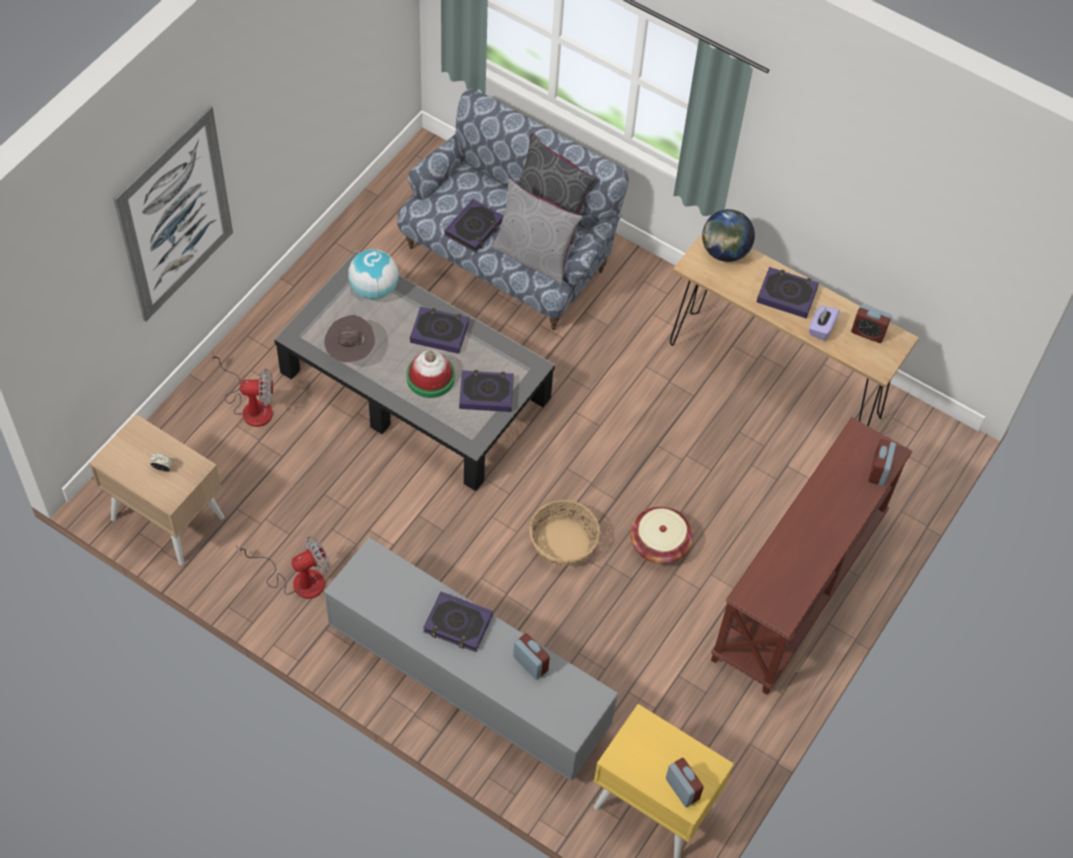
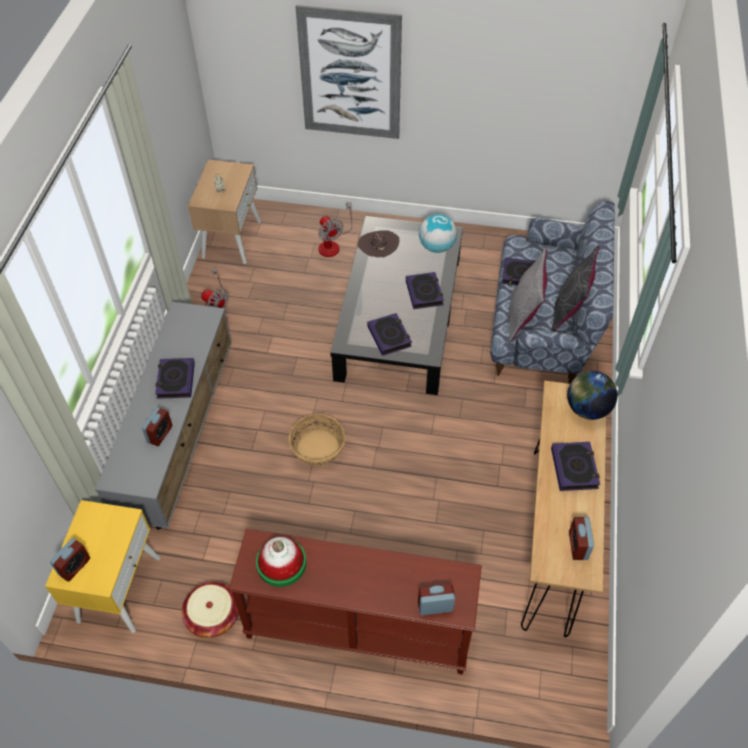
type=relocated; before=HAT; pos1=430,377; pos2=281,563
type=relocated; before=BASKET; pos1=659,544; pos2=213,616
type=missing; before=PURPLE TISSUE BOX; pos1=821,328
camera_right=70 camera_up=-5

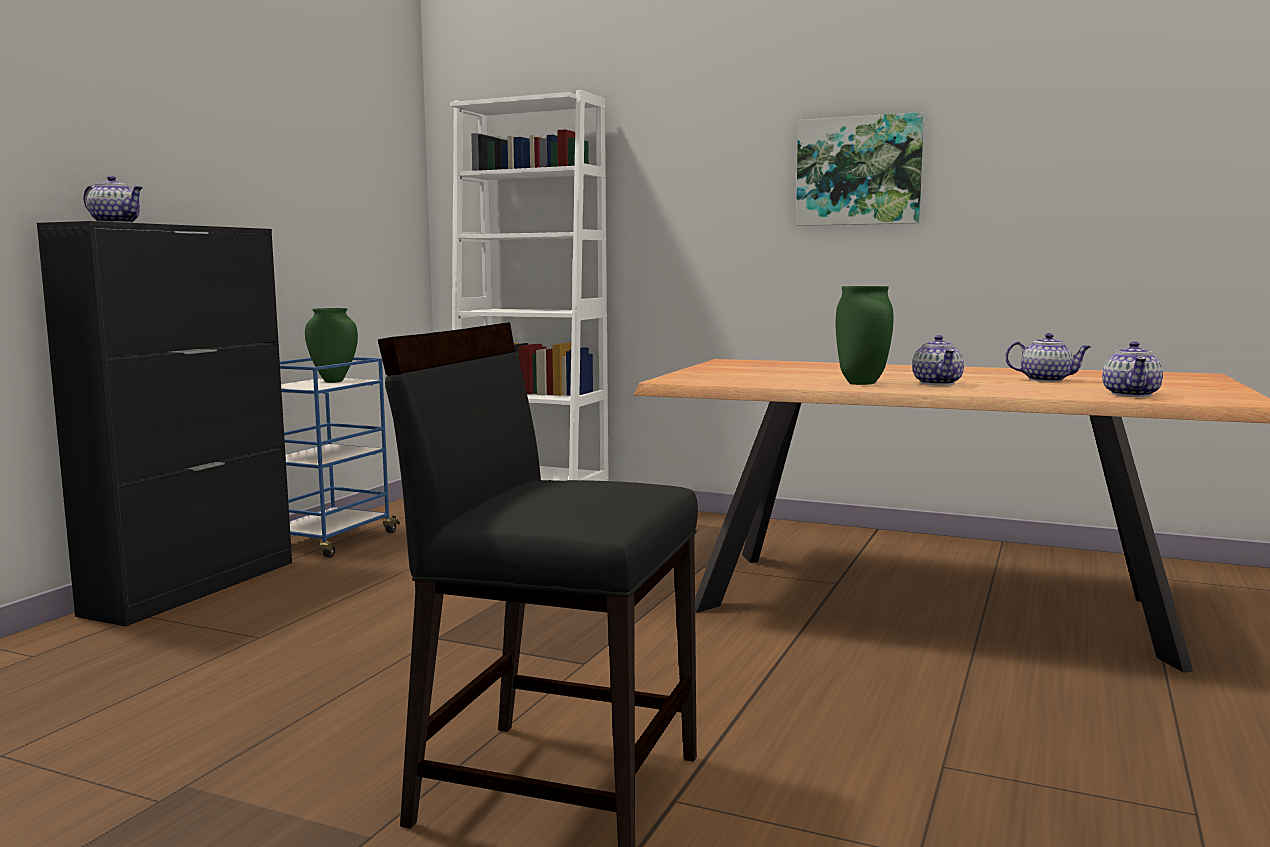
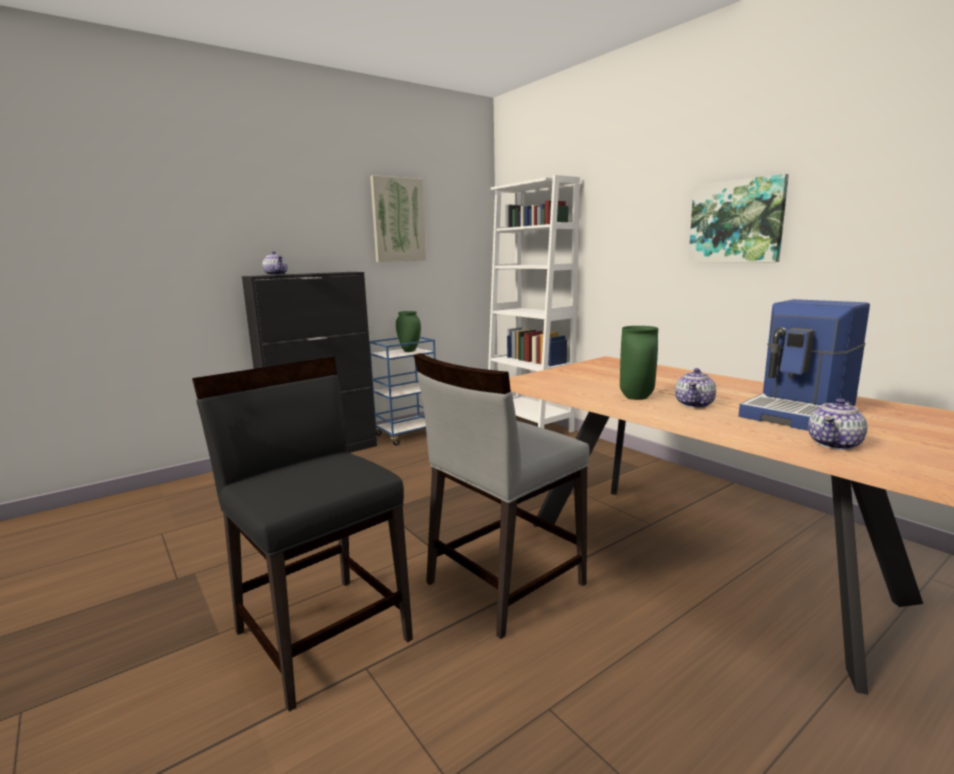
type=exchanged; before=TEAPOT; after=COFFEE MACHINE; pos1=1047,380; pos2=800,411
type=appeared; after=PICTURE; pos2=398,220
type=appeared; after=GREY CHAIR; pos2=503,583
camera_right=30 camera_up=5

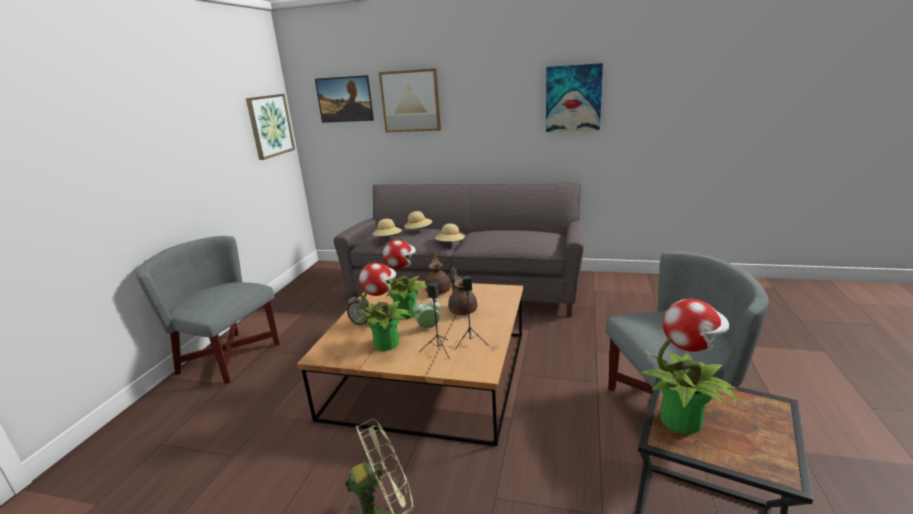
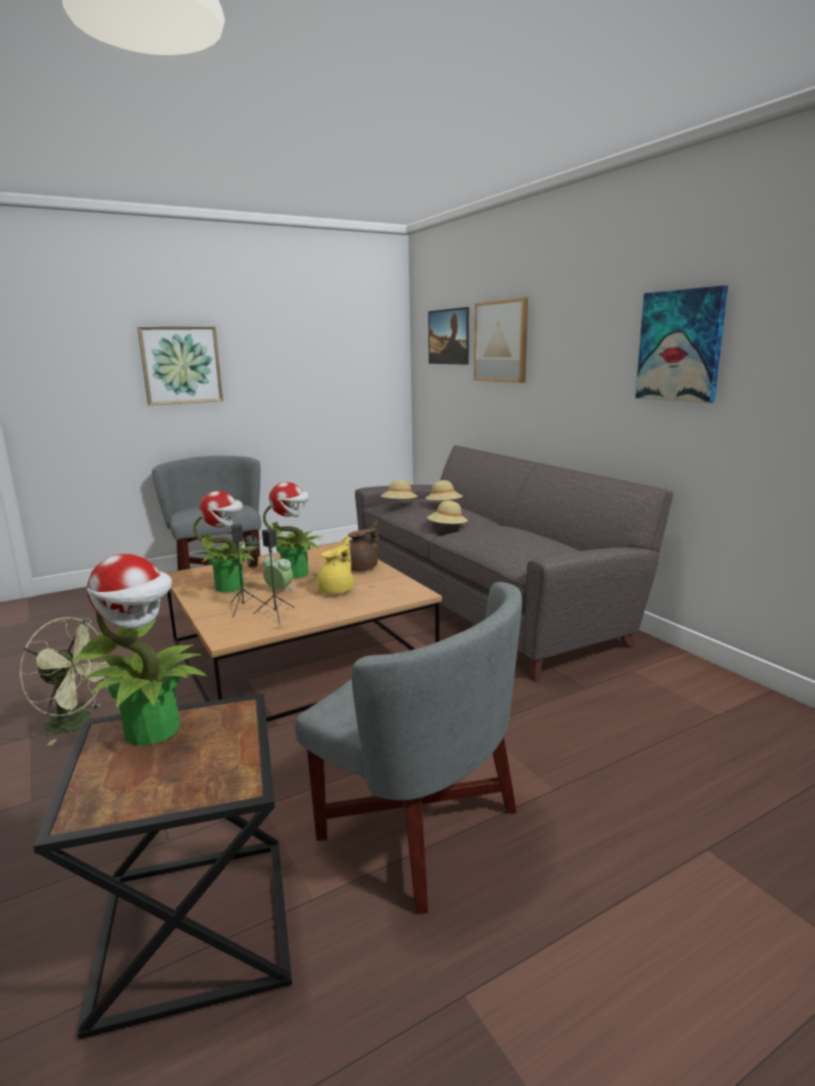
type=relocated; before=PICTURE; pos1=270,126; pos2=181,365
type=colour; before=BROWN TEAPOT; after=YELLOW TEAPOT; pos1=462,310; pos2=337,590
camera_right=45 camera_up=-5

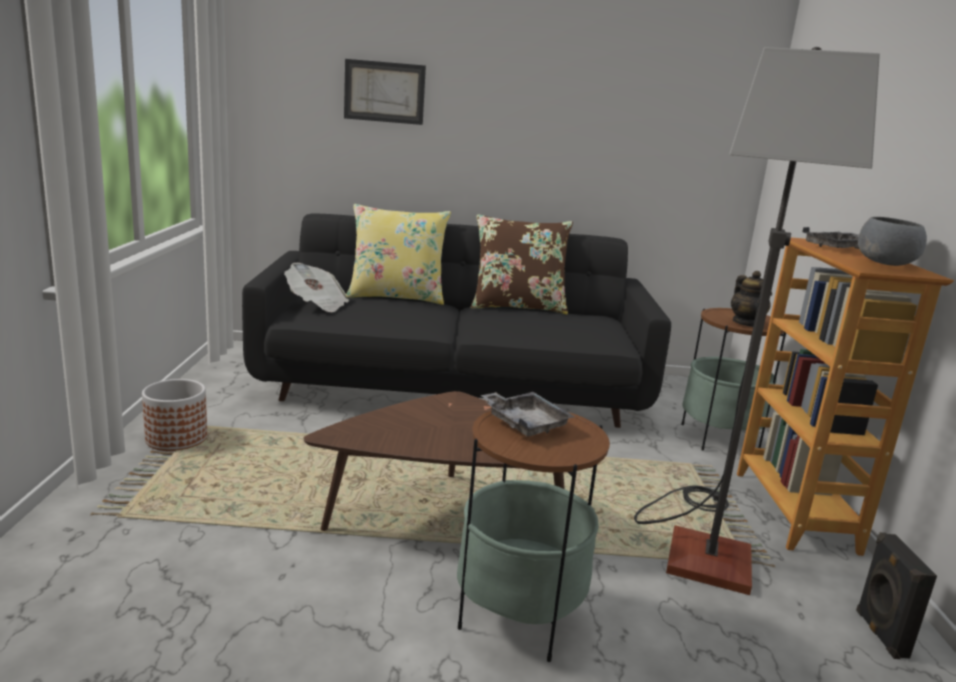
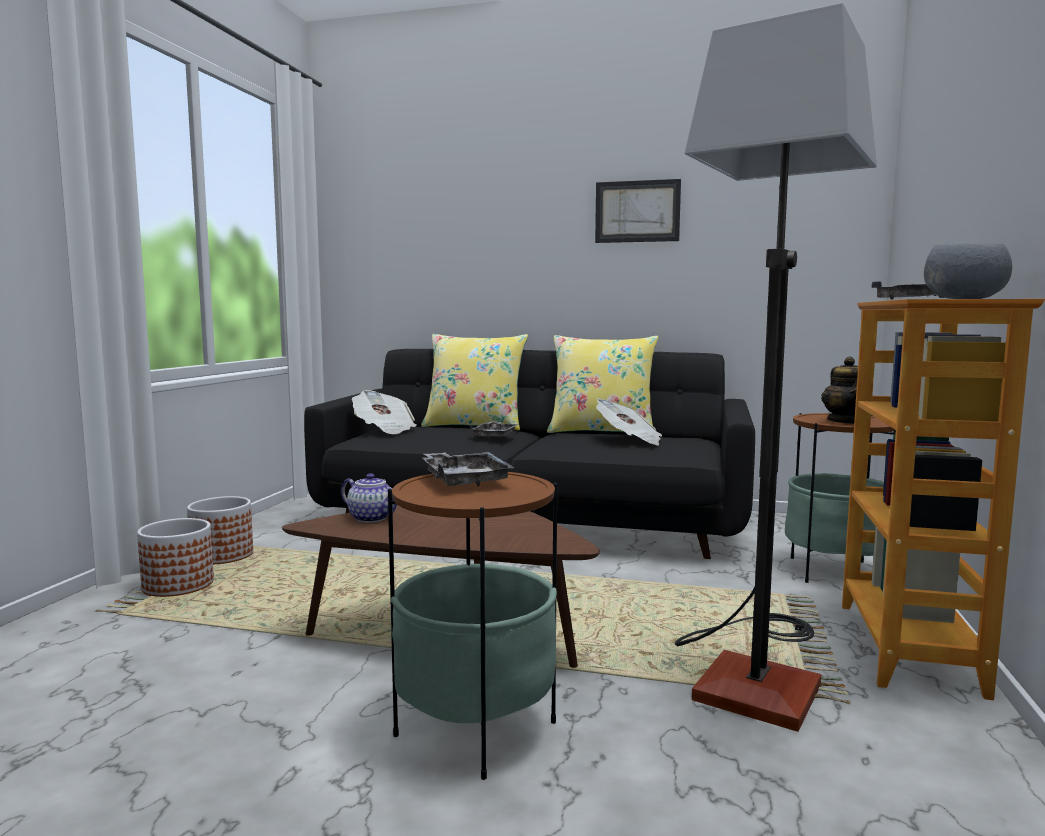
type=relocated; before=PICTURE; pos1=384,92; pos2=637,211
type=colour; before=BROWN PILLOW; after=YELLOW PILLOW; pos1=517,307; pos2=601,431
type=missing; before=BLACK SPEAKER; pos1=879,634
type=appeared; after=PLANTER; pos2=178,585
type=appeared; after=TEAPOT; pos2=372,518
type=appeared; after=GREY TRAY; pos2=495,436
type=appeared; after=NEWSPAPER; pos2=629,440
camera_right=15 camera_up=-10

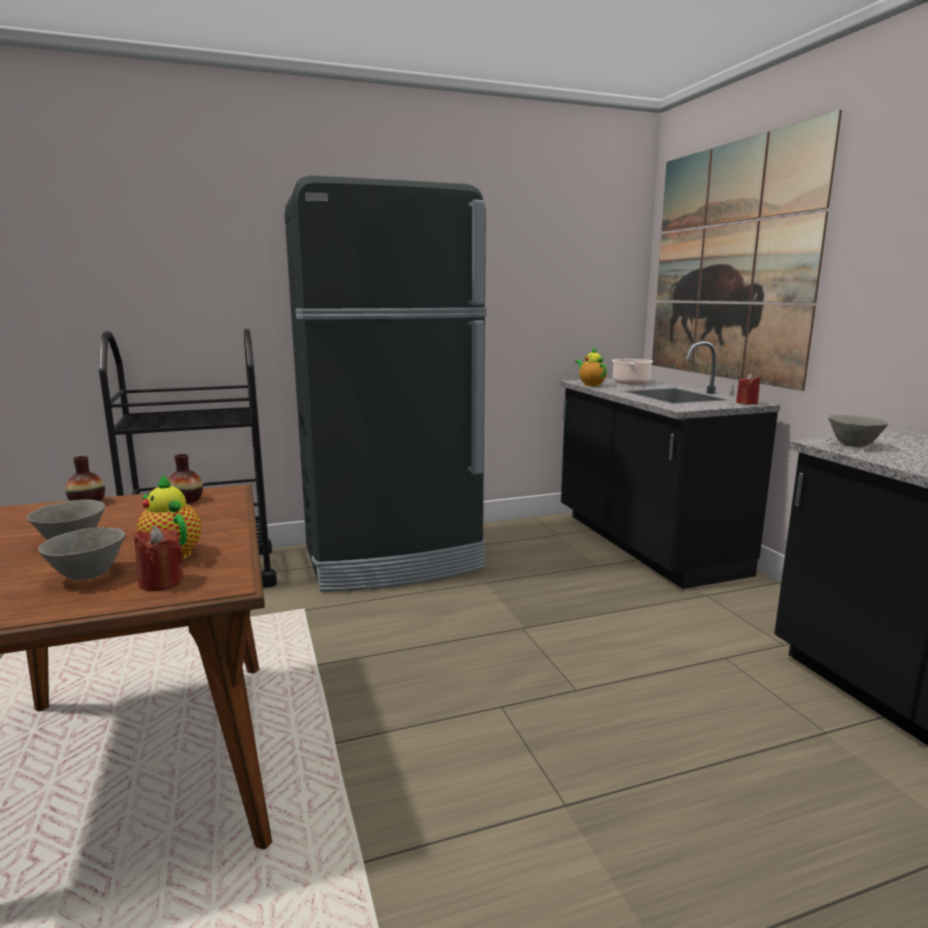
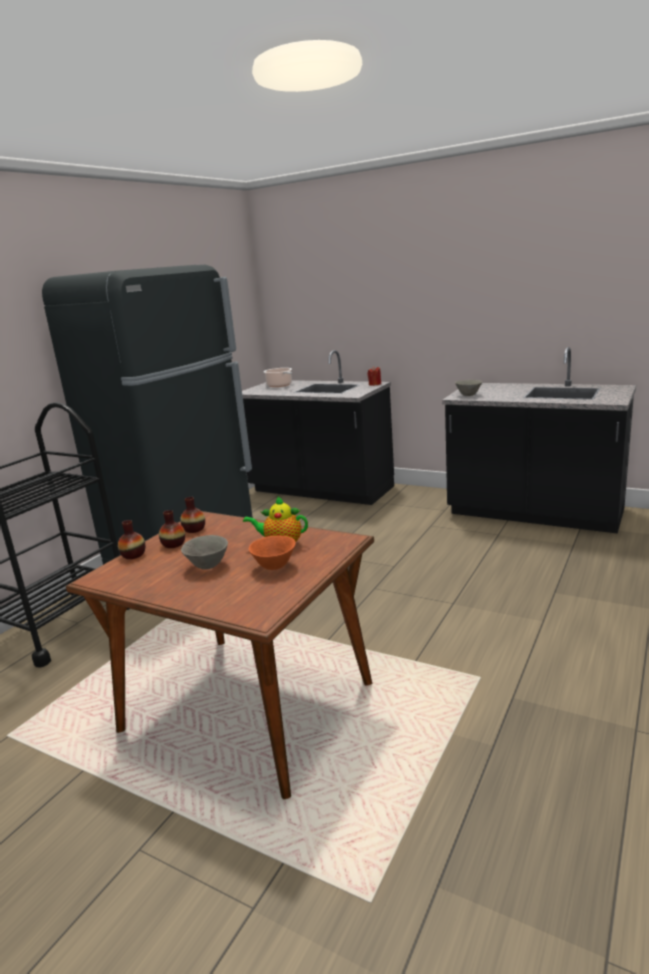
type=colour; before=GREY BOWL; after=ORANGE BOWL; pos1=87,576; pos2=274,567
type=missing; before=RED CANDLE; pos1=161,582
type=missing; before=TEAPOT; pos1=590,385
type=missing; before=PICTURE; pos1=729,263
type=appeared; after=VASE; pos2=173,544
camera_right=-40 camera_up=5

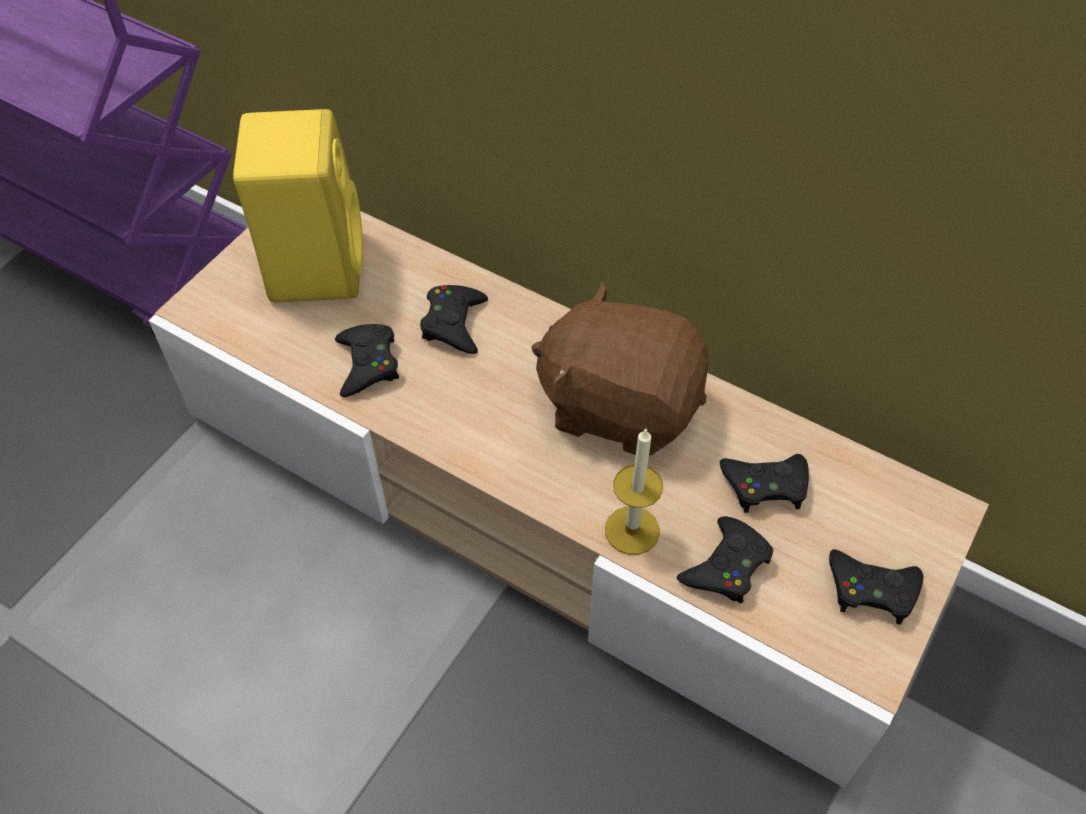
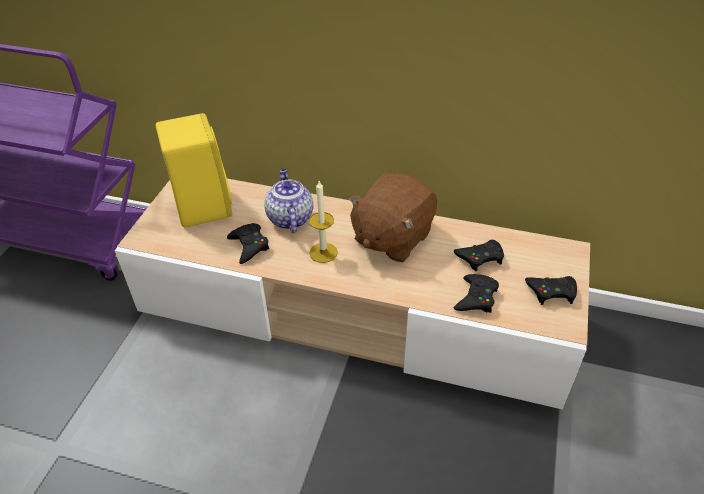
type=exchanged; before=BLACK GAME CONTROLLER; after=TEAPOT; pos1=454,323; pos2=289,218
type=spun; before=BROWN PLUSH TOY; pos1=619,405; pos2=391,237; turn=-60
type=relocated; before=CANDLE; pos1=632,530; pos2=323,252
camera_right=-15 camera_up=-10

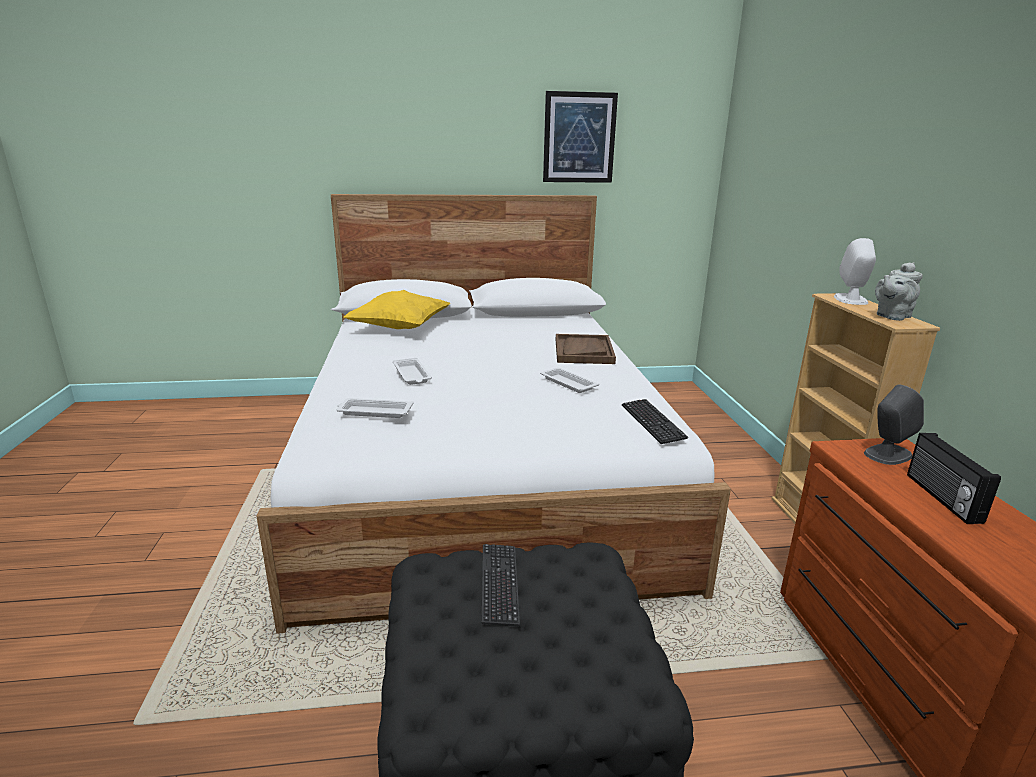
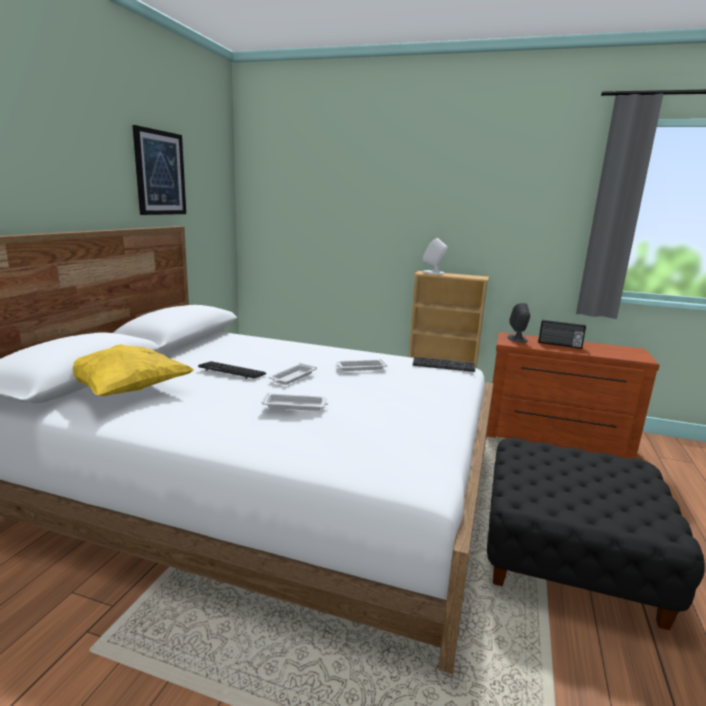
type=relocated; before=WHITE TRAY; pos1=374,412; pos2=292,377
type=relocated; before=KEYBOARD; pos1=499,584; pos2=232,371
type=missing; before=BROWN TRAY; pos1=583,351
type=missing; before=GREY TEAPOT; pos1=891,316
camera_right=-65 camera_up=-5

